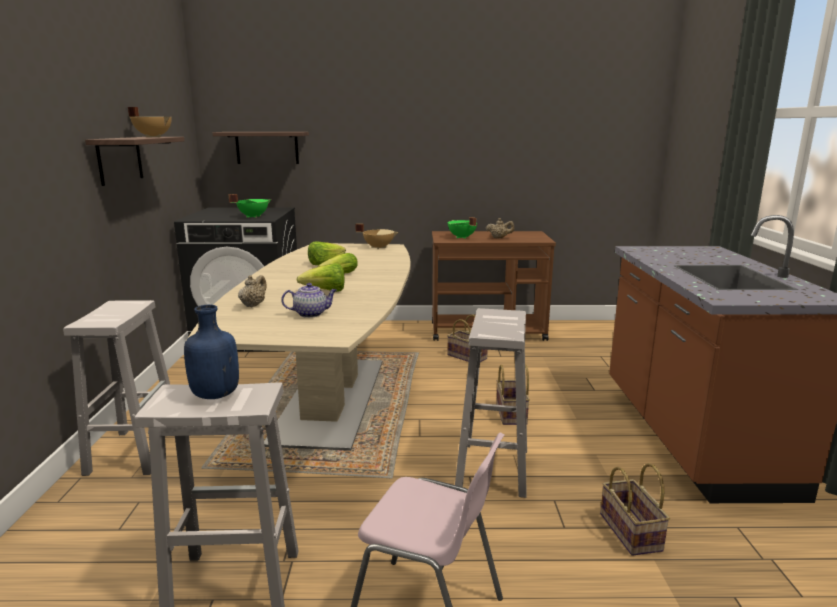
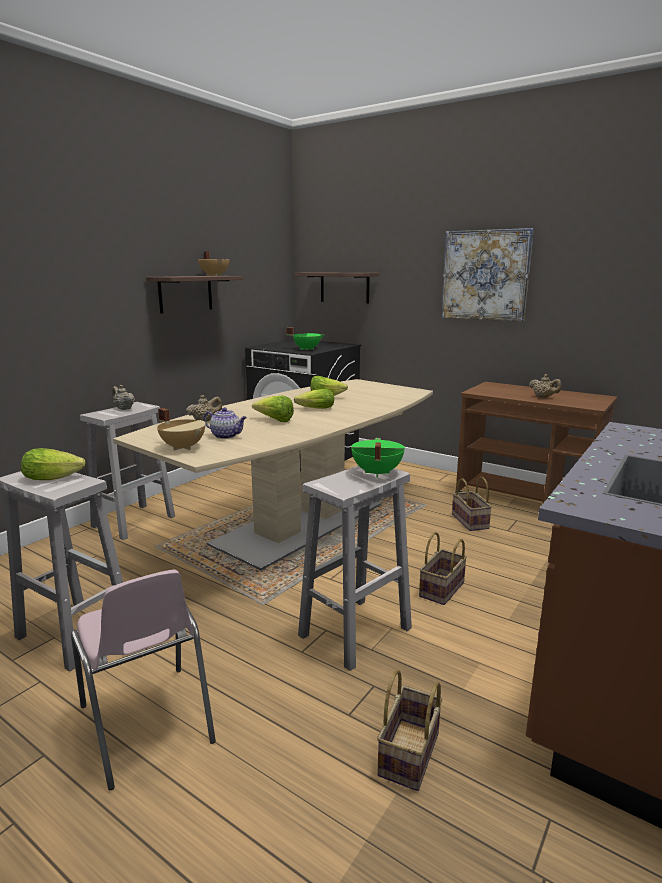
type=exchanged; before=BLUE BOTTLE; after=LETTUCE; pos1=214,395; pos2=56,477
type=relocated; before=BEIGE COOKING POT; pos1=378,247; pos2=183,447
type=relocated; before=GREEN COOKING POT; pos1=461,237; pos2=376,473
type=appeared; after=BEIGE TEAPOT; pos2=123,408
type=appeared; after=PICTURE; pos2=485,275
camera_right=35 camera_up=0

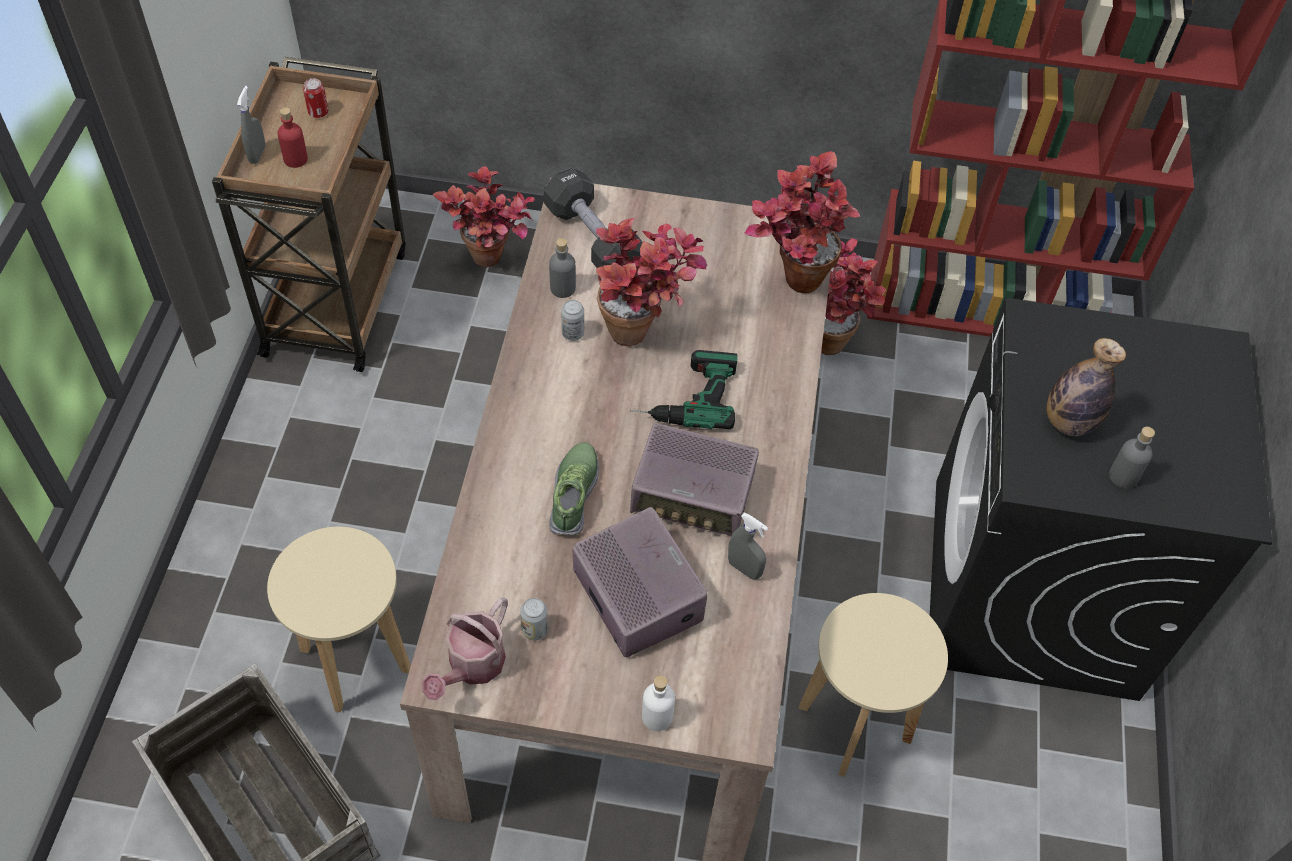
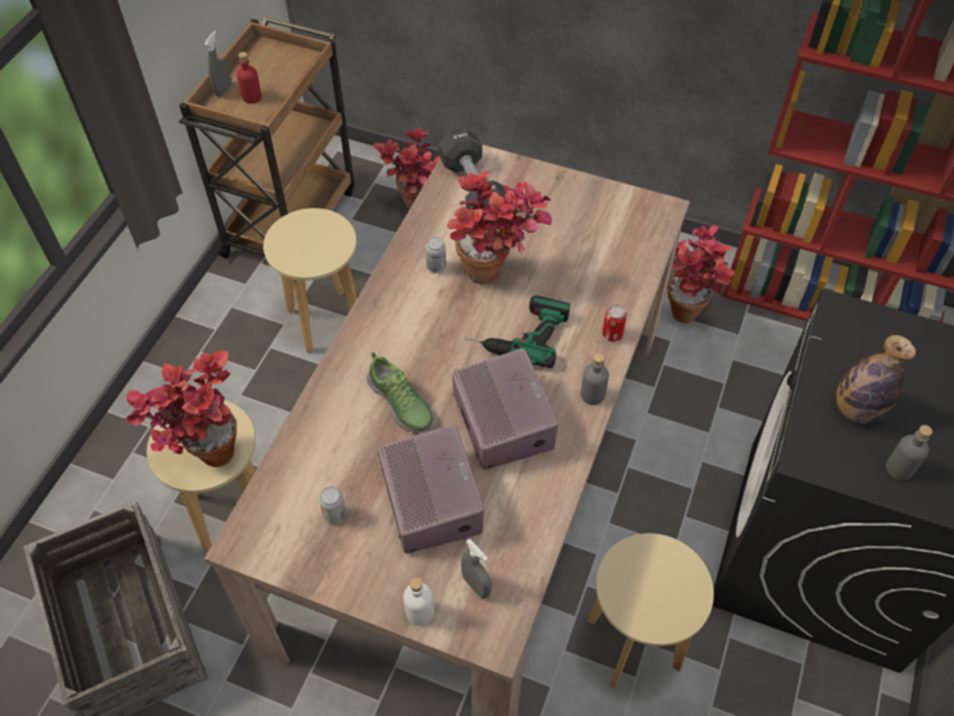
type=relocated; before=CAN; pos1=318,112; pos2=612,334
type=missing; before=WATERING CAN; pos1=472,666
type=relocated; before=GREY BOTTLE; pos1=562,288; pos2=592,395
type=spun; before=SHOE; pos1=574,494; pos2=400,403; turn=120
type=spun; before=RADIO; pos1=693,495; pos2=503,421; turn=-135
type=relocated; before=GREY SPRAY BOTTLE; pos1=744,569; pos2=476,585
type=relocated; before=POTTED PLANT; pos1=788,282; pos2=205,453
type=appeared; after=BEIGE STOOL; pos2=325,321
camera_right=15 camera_up=0

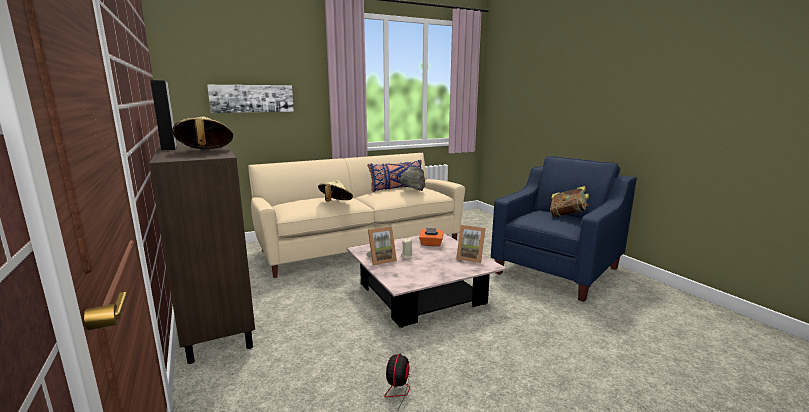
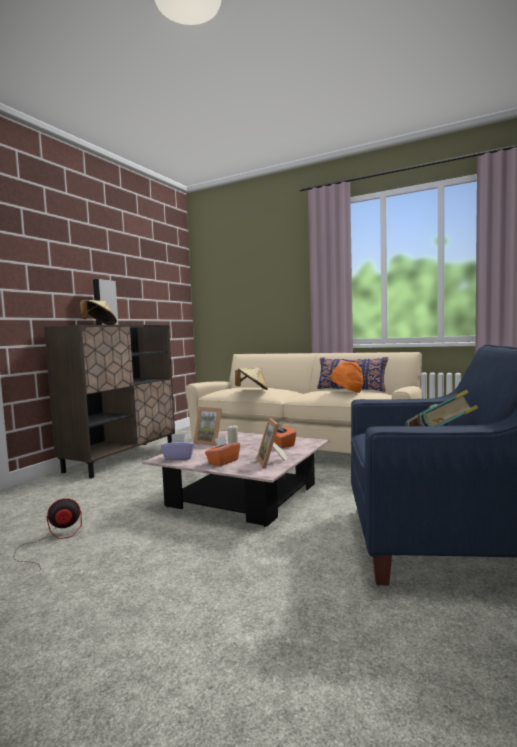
type=missing; before=PICTURE; pos1=252,98
type=colour; before=GREY HAT; after=ORANGE HAT; pos1=412,191; pos2=347,392
type=appeared; after=PURPLE TISSUE BOX; pos2=178,458
type=appeared; after=ORANGE TISSUE BOX; pos2=223,462
camera_right=55 camera_up=-10

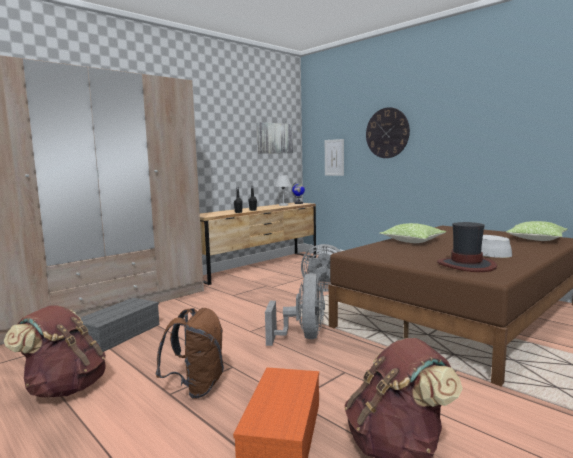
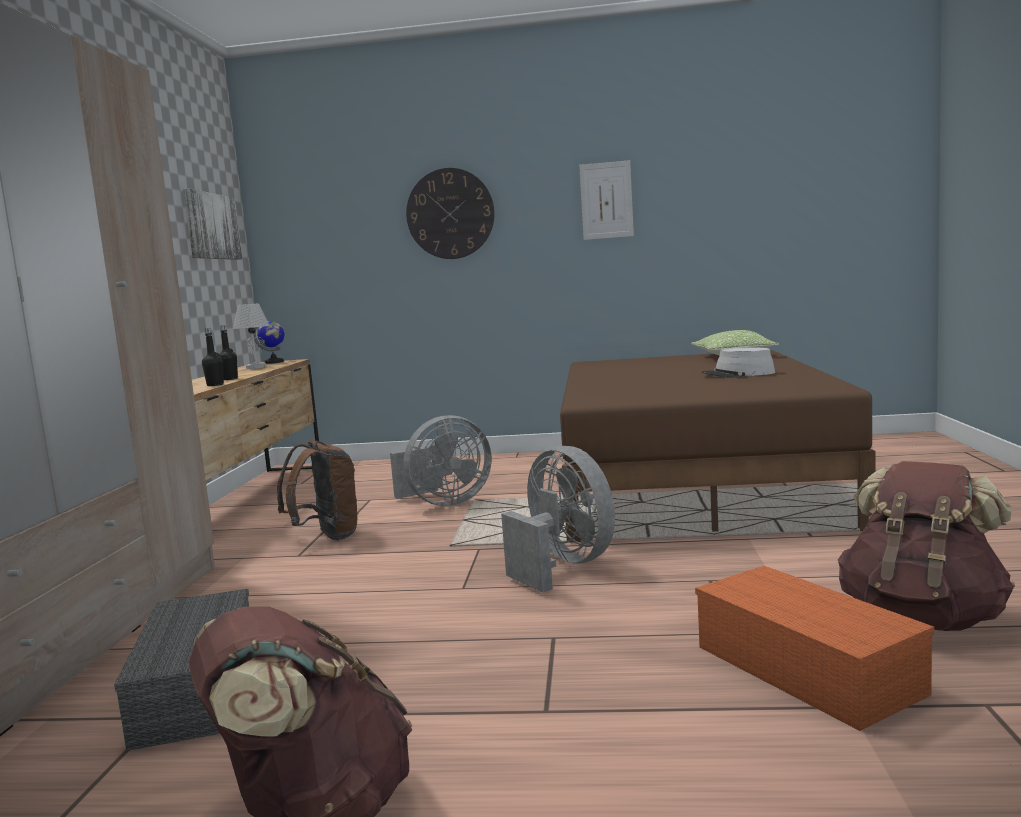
type=relocated; before=BROWN BACKPACK; pos1=196,387; pos2=326,537
type=relocated; before=PICTURE; pos1=334,157; pos2=606,200
type=missing; before=PILLOW; pos1=412,241
type=missing; before=HAT; pos1=466,265
camera_right=-40 camera_up=0

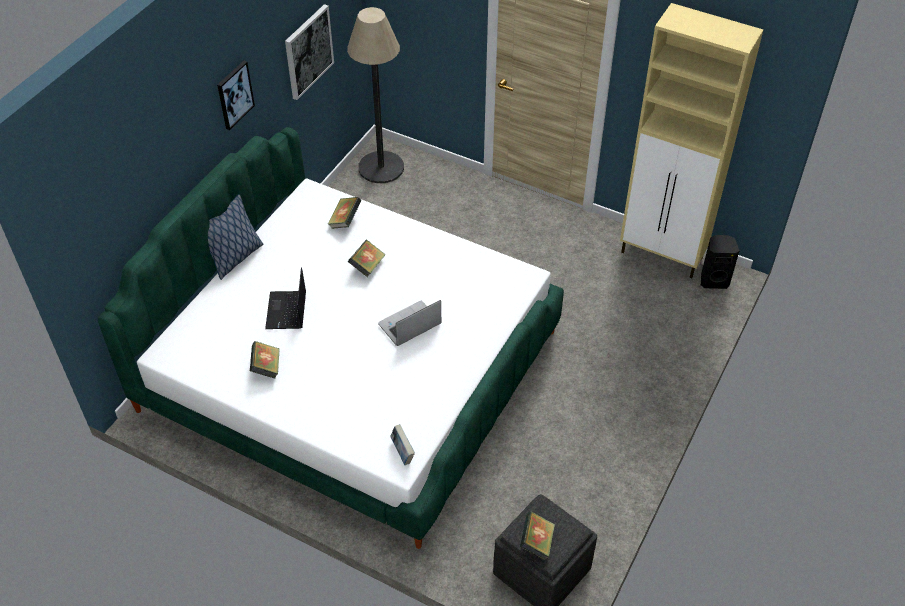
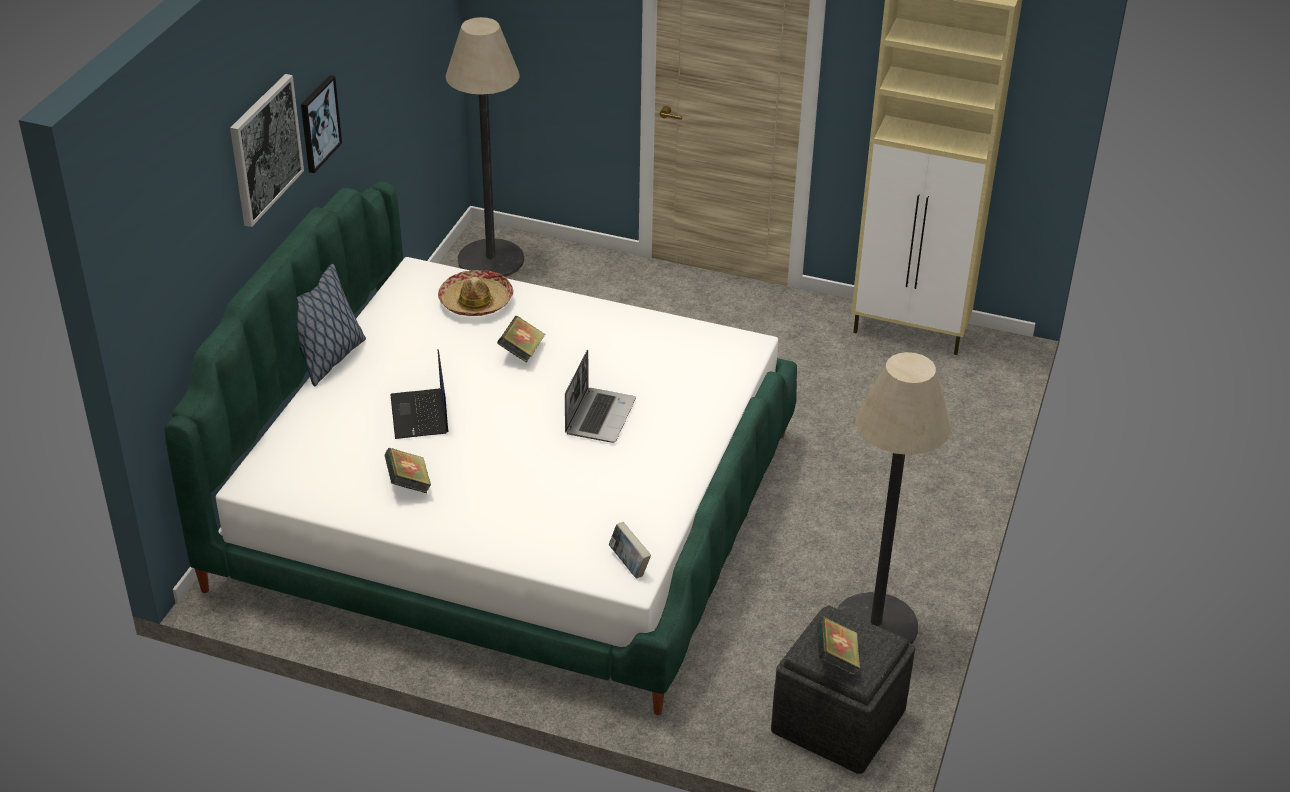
type=relocated; before=PICTURE; pos1=308,51; pos2=264,149
type=exchanged; before=BOOK; after=HAT; pos1=345,220; pos2=476,302
type=spun; before=LAPTOP; pos1=409,325; pos2=599,416; turn=150
type=missing; before=BLACK SPEAKER; pos1=713,280
type=appeared; after=FLOOR LAMP; pos2=875,625
camera_right=-10 camera_up=-10

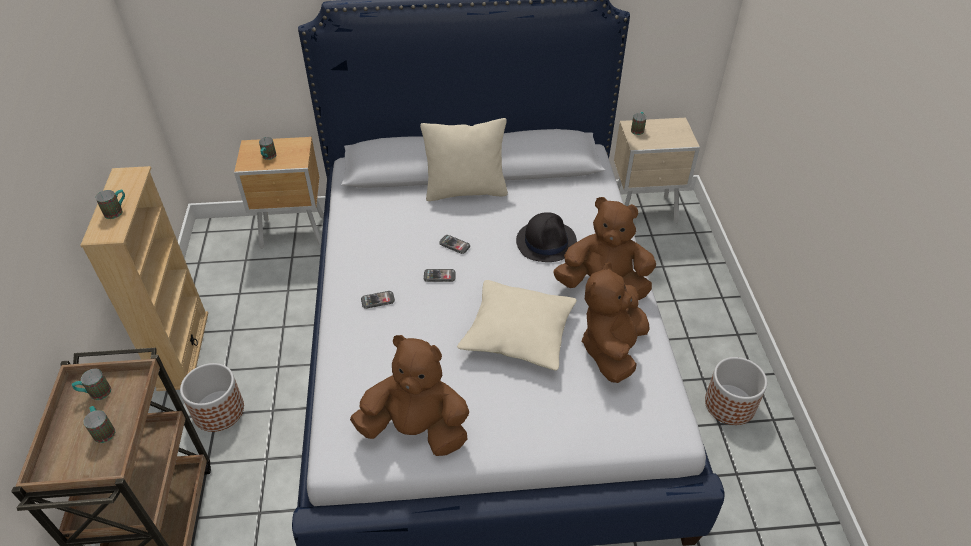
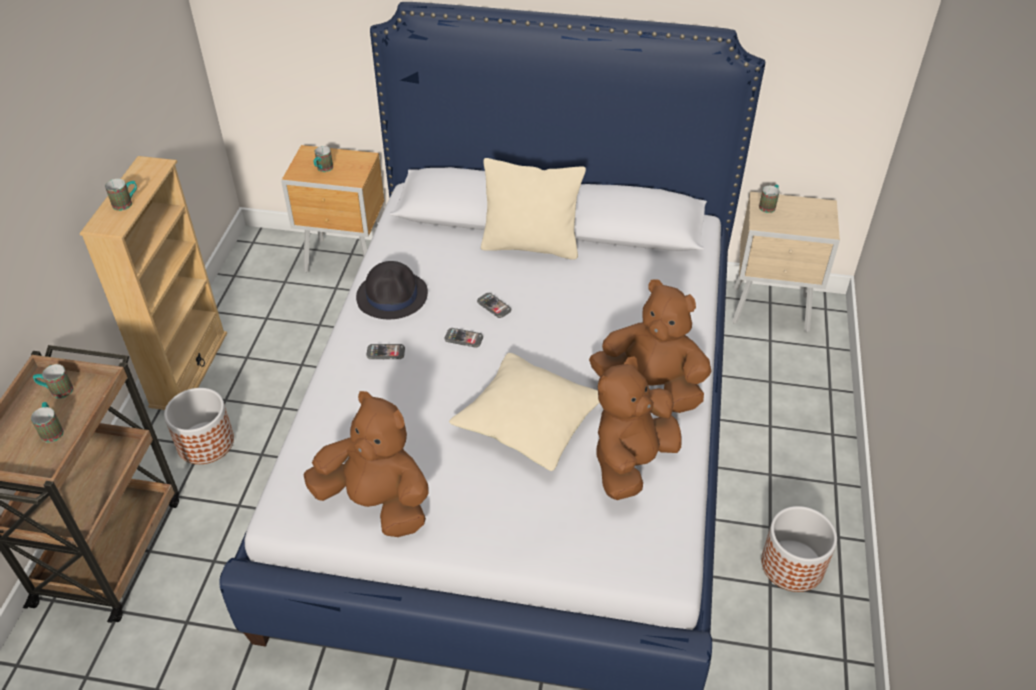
type=relocated; before=BLACK HAT; pos1=546,242; pos2=392,295
camera_right=15 camera_up=0

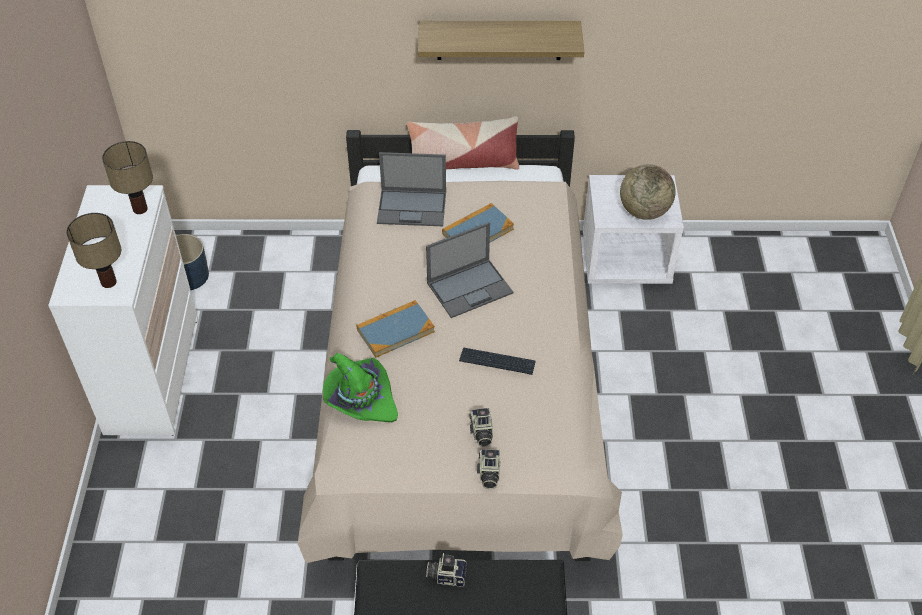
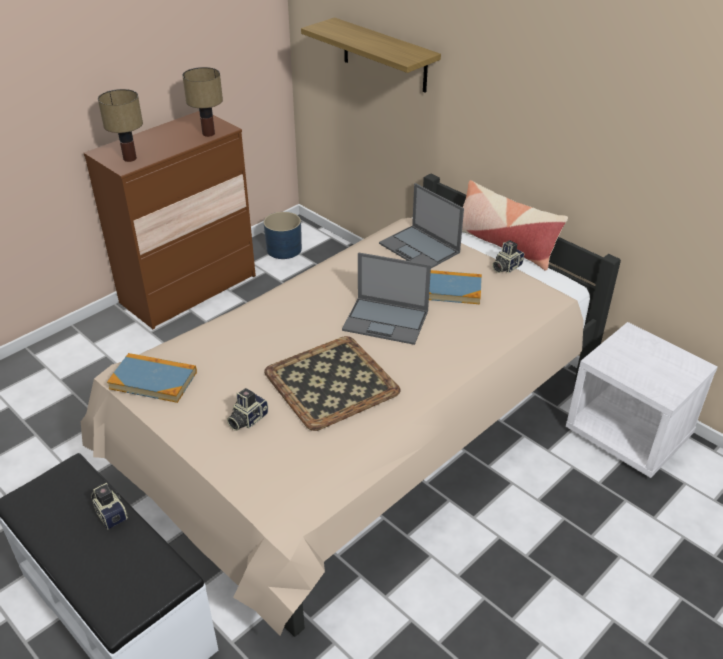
type=colour; before=WHITE DRESSER; after=BROWN DRESSER; pos1=153,375; pos2=189,290
type=missing; before=GREEN HAT; pos1=360,399
type=relocated; before=BOOK; pos1=395,330; pos2=153,380
type=relocated; before=SHELF; pos1=499,40; pos2=384,55
type=exchanged; before=KEYBOARD; after=TRAY; pos1=497,362; pos2=331,381
type=relocated; before=PHOTO CAMERA; pos1=488,474; pos2=505,267
type=missing; before=GLOBE; pos1=644,211
camera_right=45 camera_up=-10

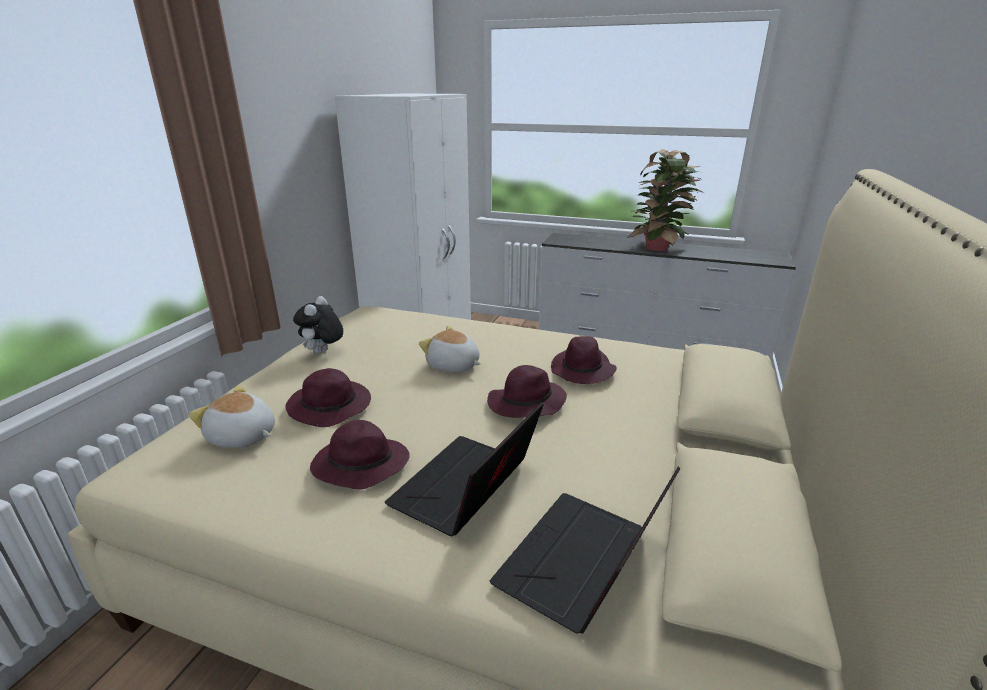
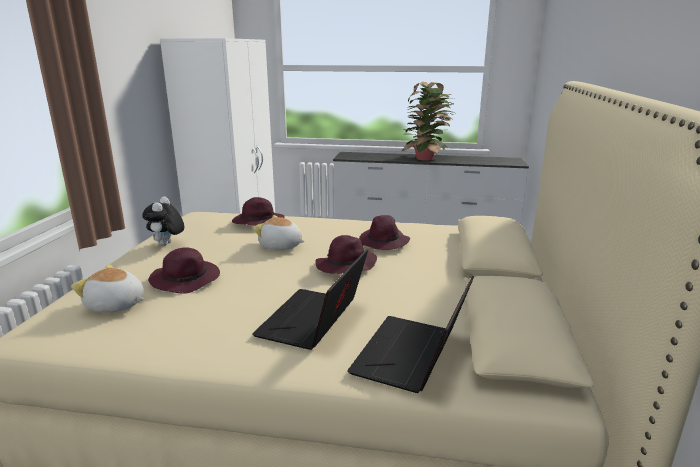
type=relocated; before=PURPLE HAT; pos1=359,466; pos2=257,222
camera_right=-10 camera_up=-5

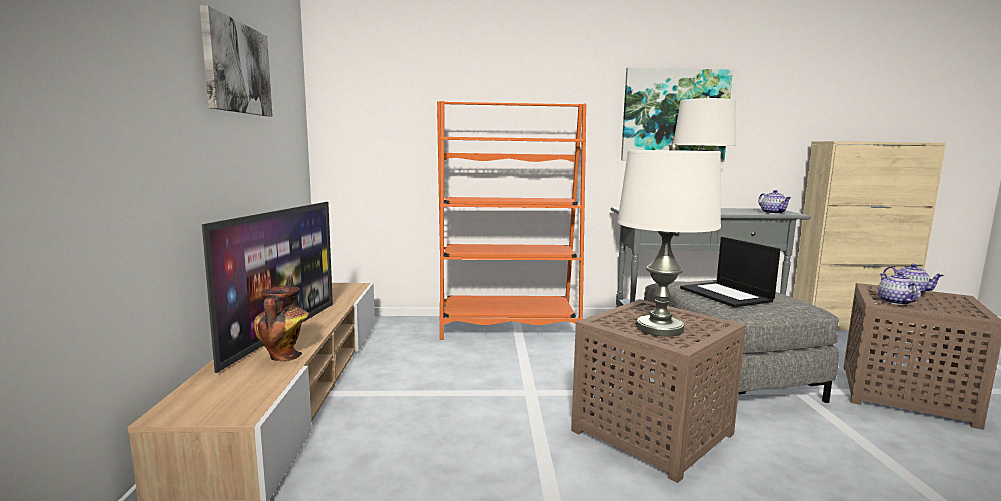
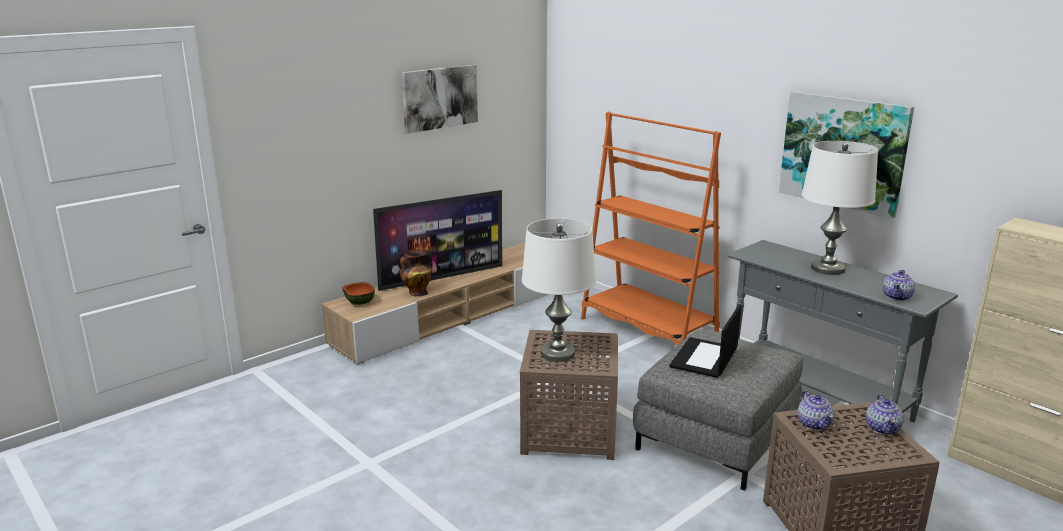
type=spun; before=TEAPOT; pos1=895,302; pos2=814,424; turn=120
type=appeared; after=BOWL; pos2=359,302
camera_right=50 camera_up=10

